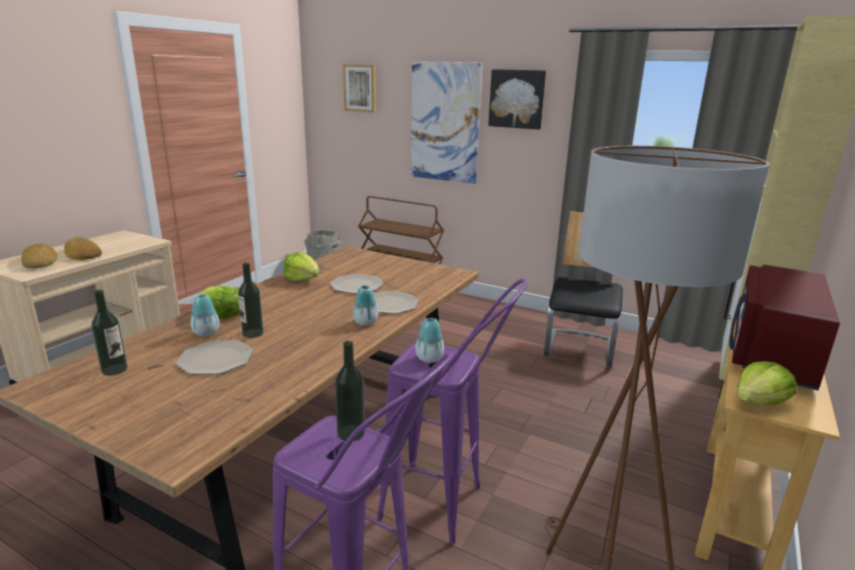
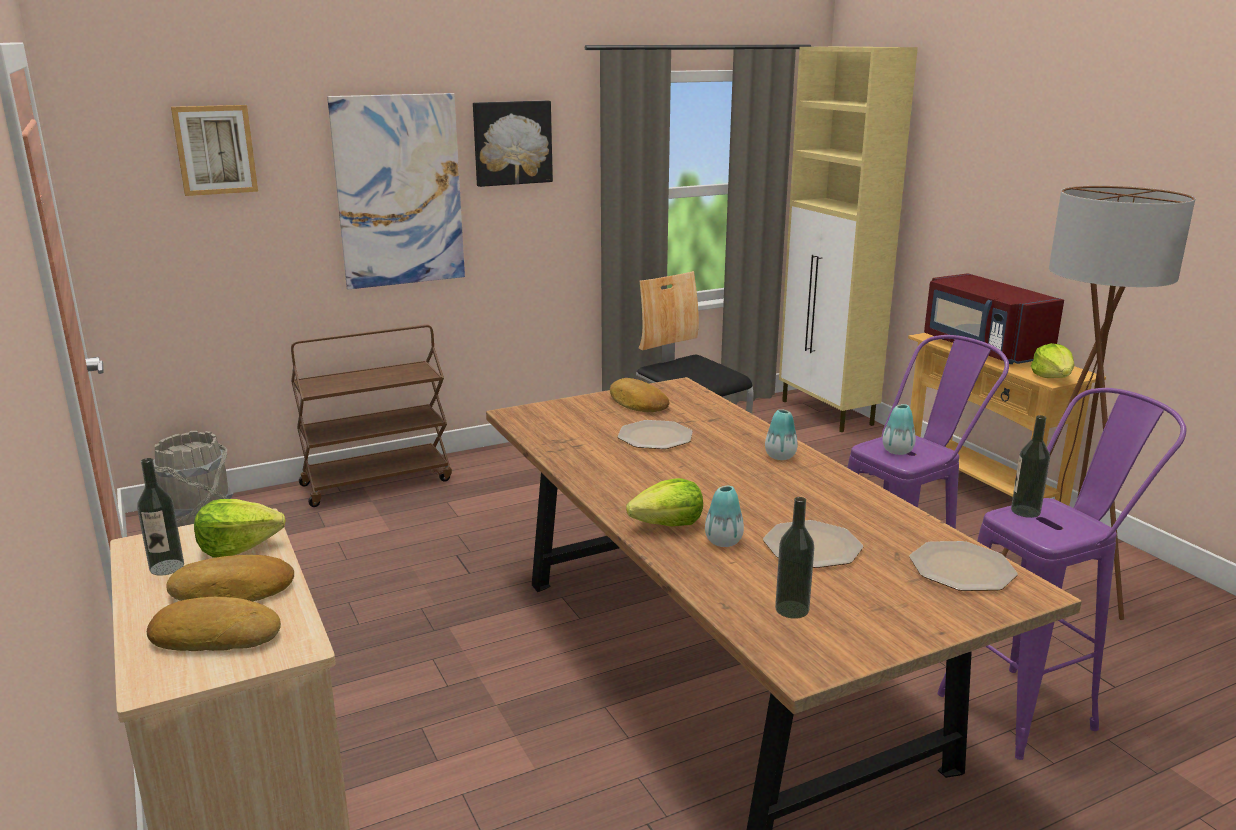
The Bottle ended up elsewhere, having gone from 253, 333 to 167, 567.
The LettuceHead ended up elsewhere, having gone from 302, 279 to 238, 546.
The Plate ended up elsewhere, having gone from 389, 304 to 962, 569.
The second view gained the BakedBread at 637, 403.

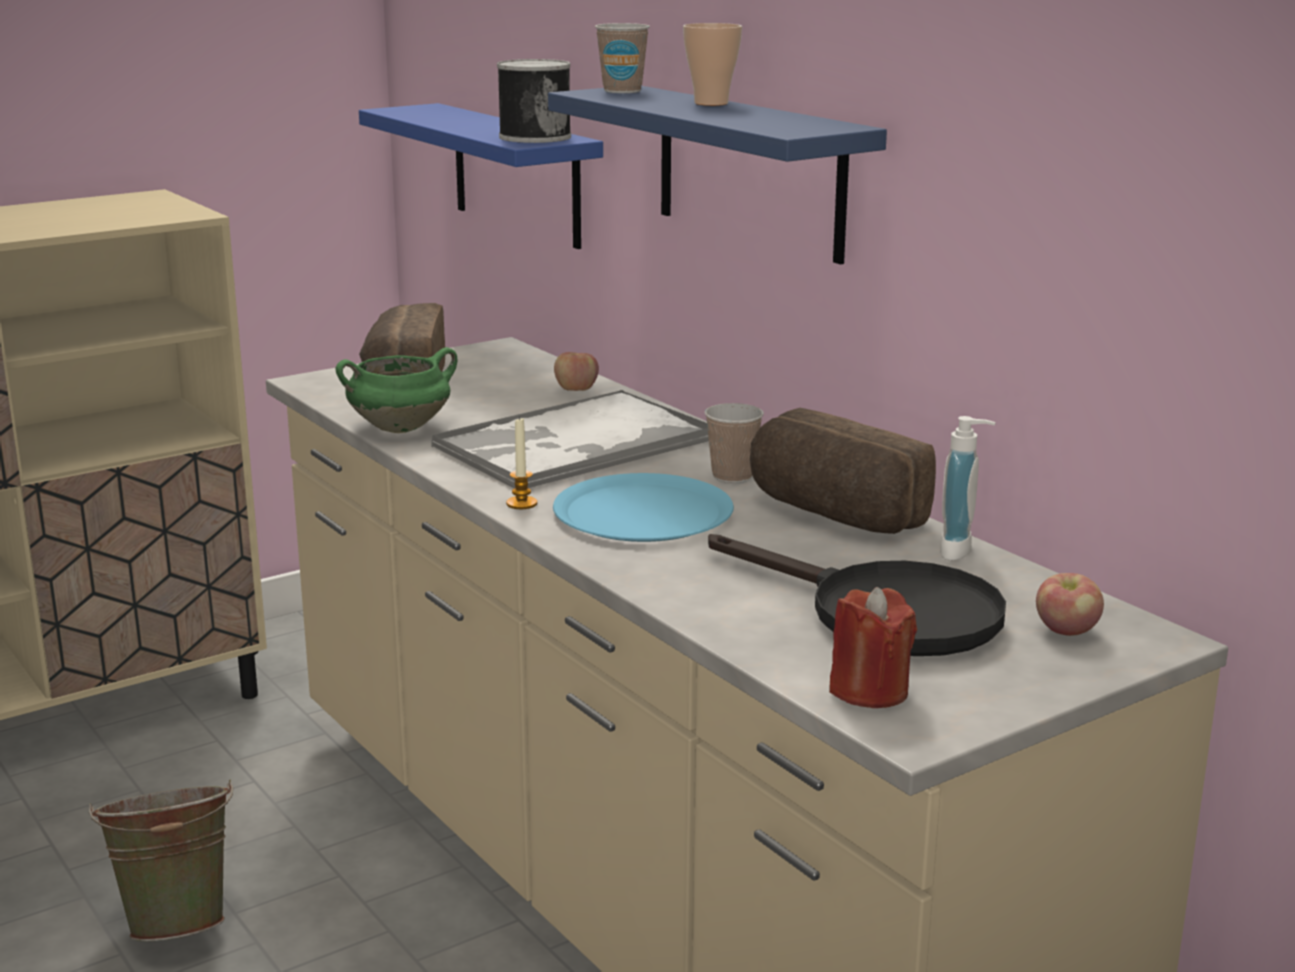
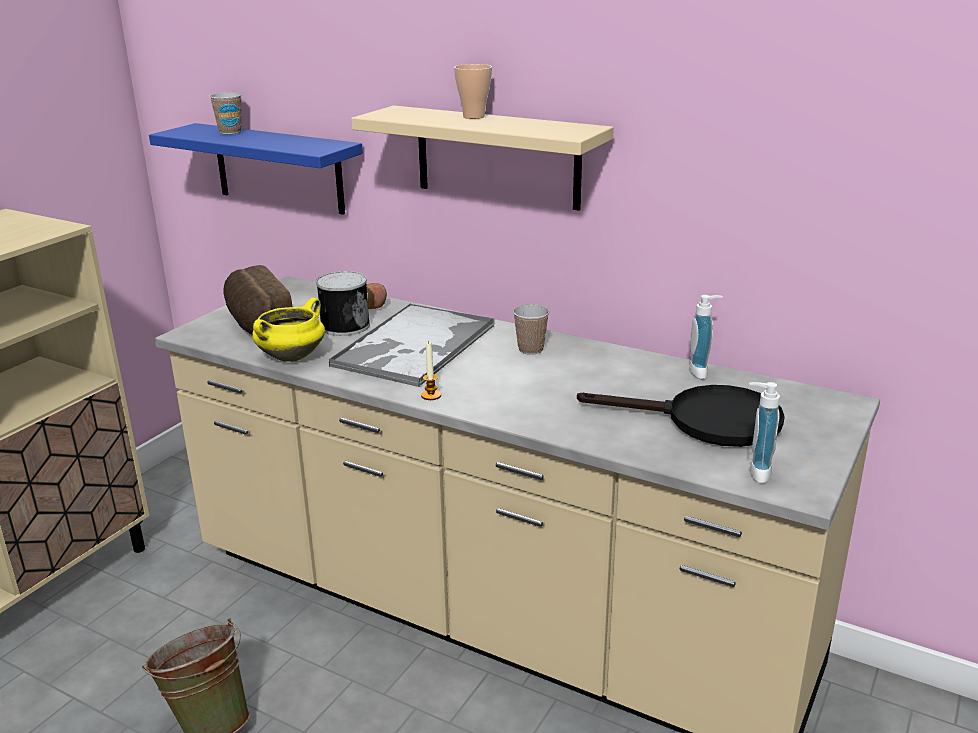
What was the GreenColouredCookingPot at 401, 427 turned into the YellowishCookingPot at 292, 356.
The SealedCan ended up elsewhere, having gone from 534, 137 to 344, 325.
What was the BlueColouredWallShelf at 749, 171 turned into the BeigeWallShelf at 497, 157.
The second view lost the BlueColouredPlate at 643, 512.
The SmallCup ended up elsewhere, having gone from 622, 91 to 230, 132.
The second view lost the BakedBread at 832, 513.
Where the RedColouredWaxLight stood at 869, 690, the SoapBottle came to stand at 755, 472.
The second view lost the AppleFruit at 1066, 631.

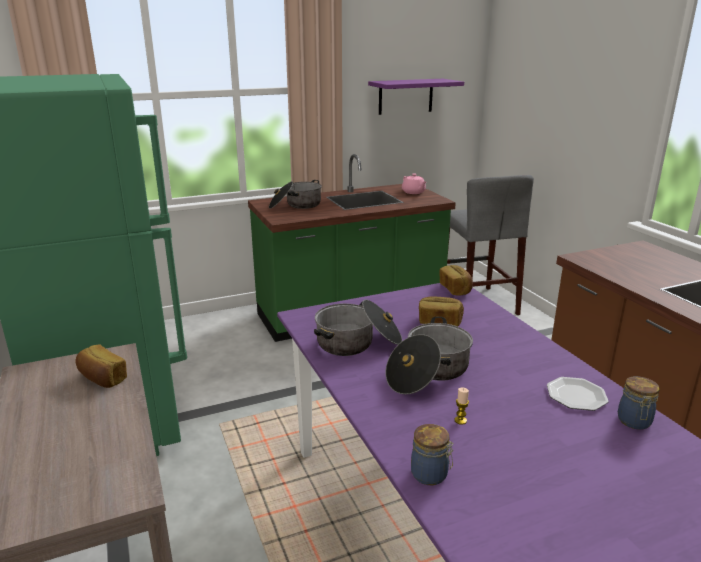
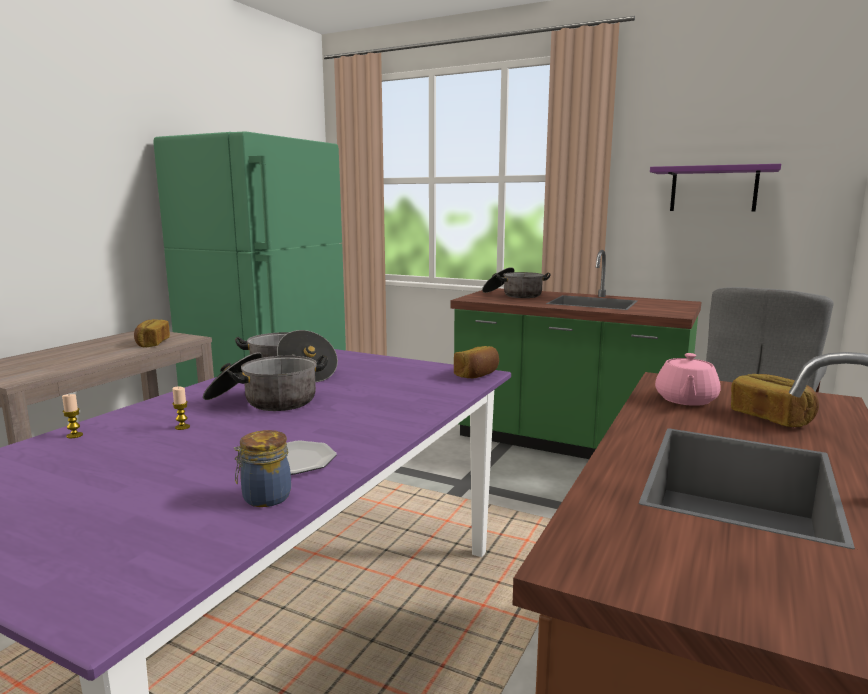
The PinkPotForTea ended up elsewhere, having gone from 413, 192 to 685, 400.
Where the Jar stood at 430, 475, the WaxLight came to stand at 74, 435.
The BakedBread ended up elsewhere, having gone from 439, 321 to 771, 418.

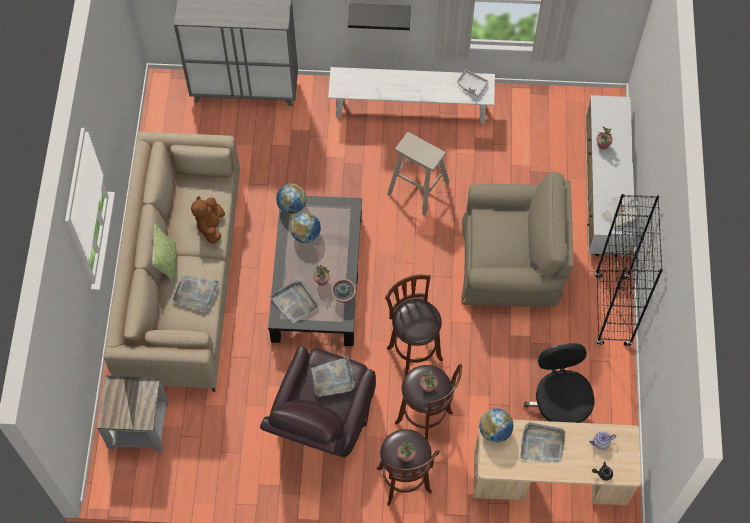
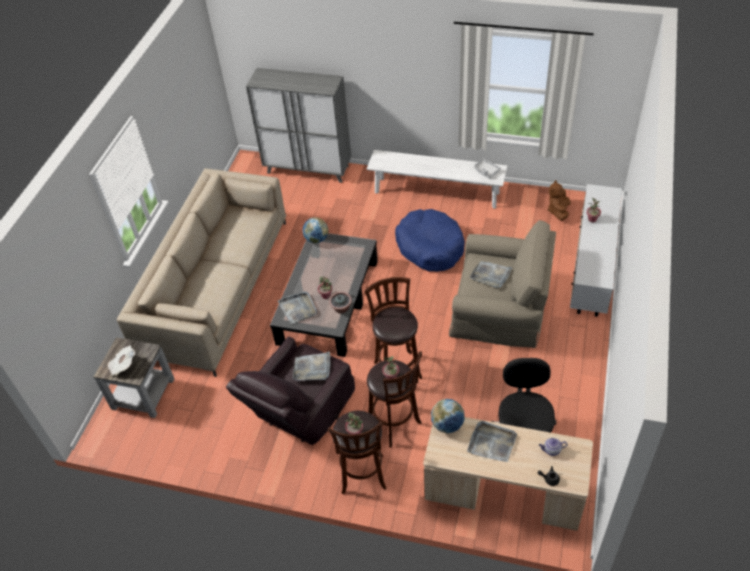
The second view lost the ThrowPillow at 167, 262.
The GrayTray ended up elsewhere, having gone from 196, 293 to 491, 275.
The BrownishCuddlyToy ended up elsewhere, having gone from 211, 226 to 558, 211.
The second view lost the Globe at 306, 234.
The second view lost the BlackWallShelf at 380, 11.
Where the BeigeStool stood at 418, 188, the BlueColouredPetBed came to stand at 430, 247.
The second view lost the BlackBookcase at 612, 310.
The Newspaper ended up elsewhere, having gone from 618, 215 to 123, 365.

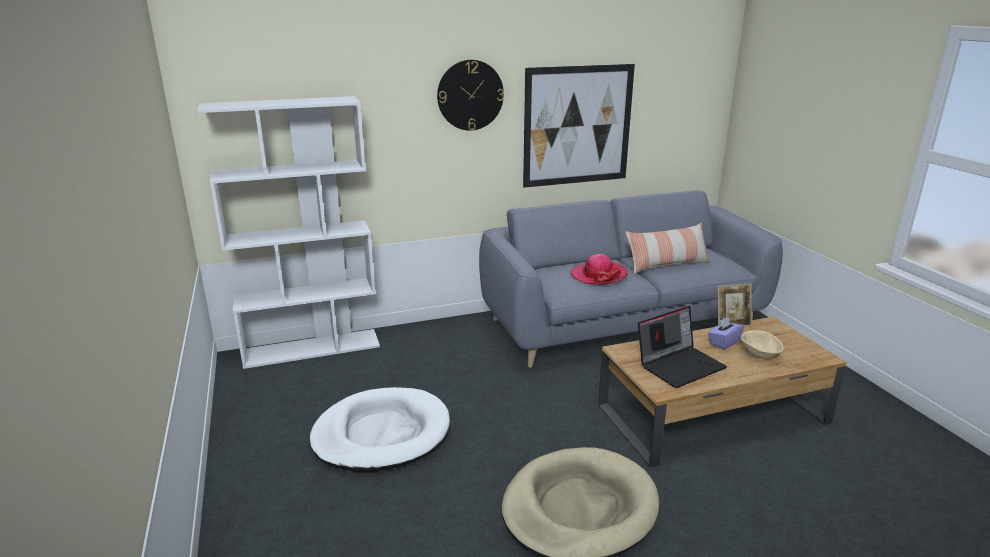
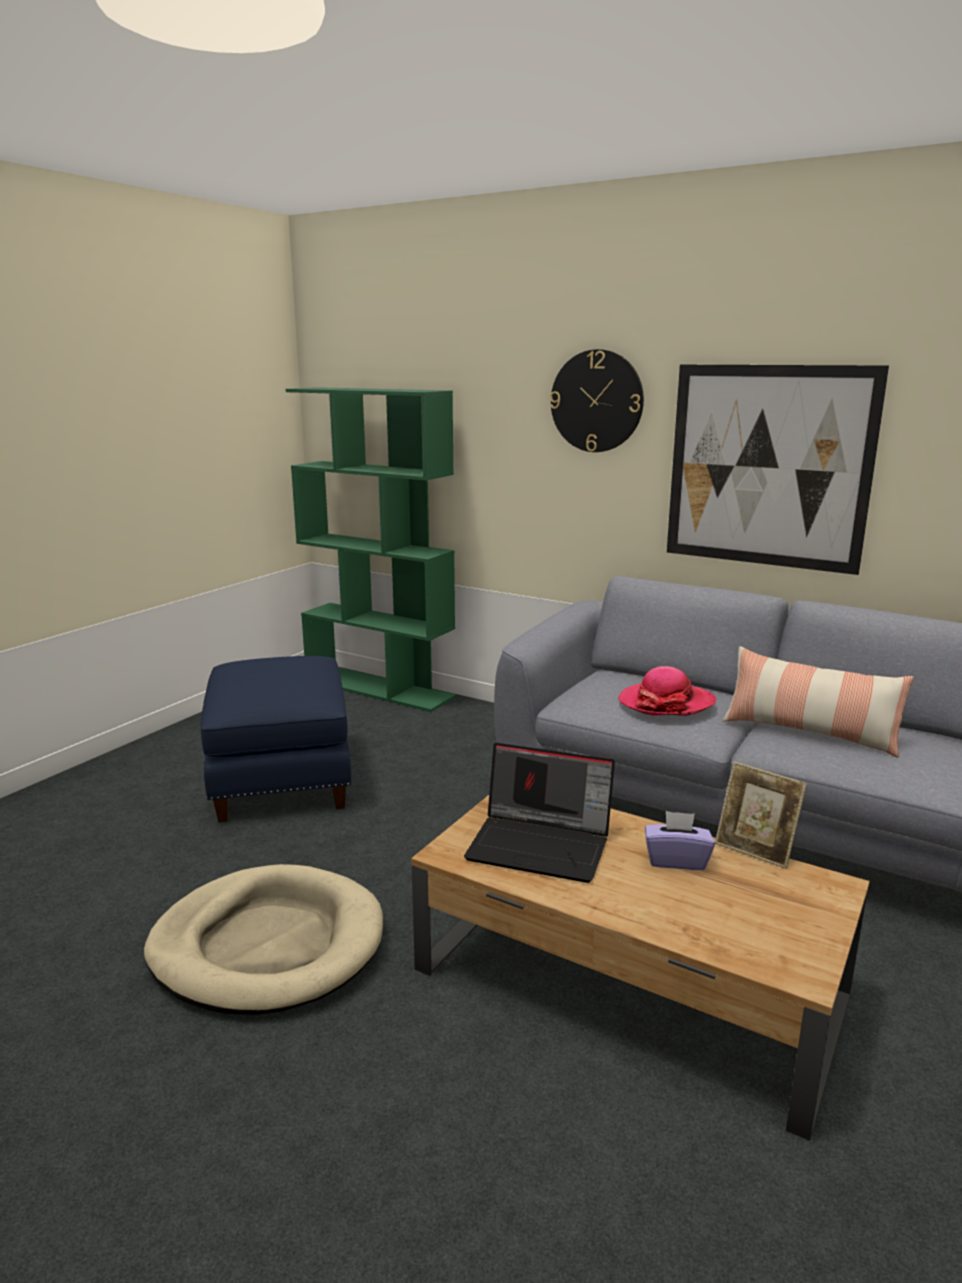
What was the WhiteColouredBookcase at 312, 348 turned into the GreenColouredBookcase at 380, 688.
Where the WhiteColouredPetBed stood at 381, 434, the BlueColouredFootrest came to stand at 280, 778.
The second view lost the BeigeBowl at 760, 355.

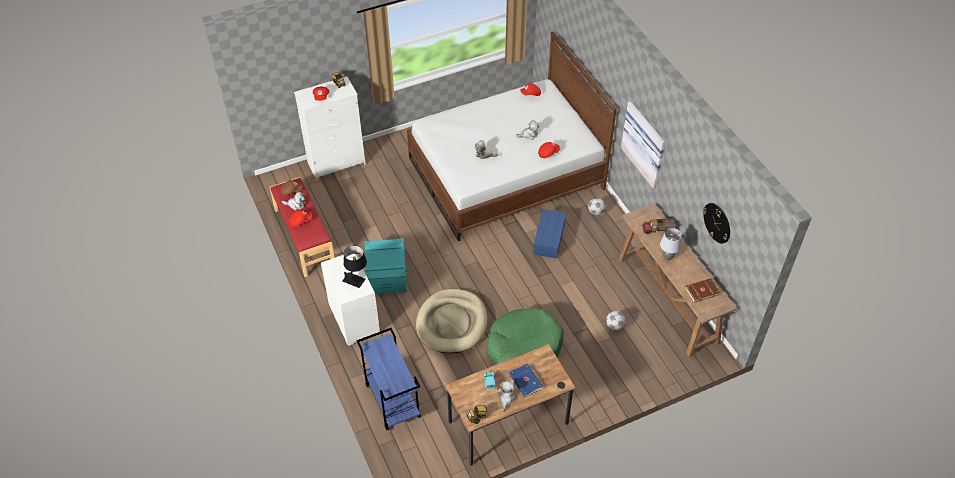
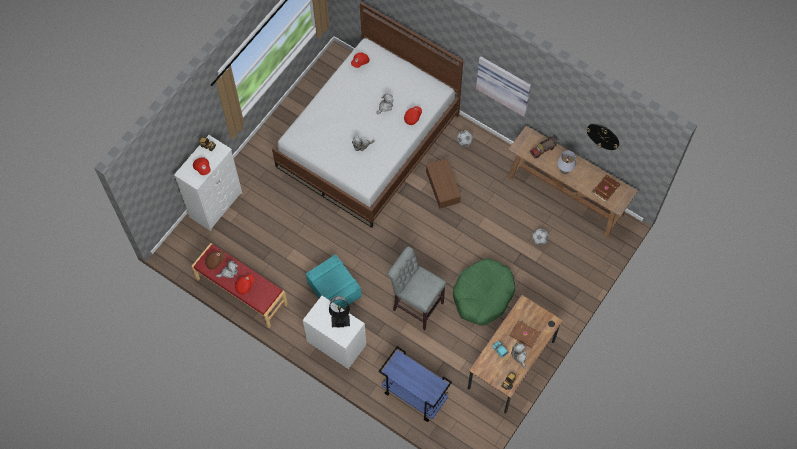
Where the BeigePetBed stood at 452, 323, the GrayStool came to stand at 415, 305.
What was the BlueColouredBook at 525, 381 turned into the BrownishBook at 524, 335.
What was the BlueColouredStorageContainer at 548, 238 turned into the BrownishStorageContainer at 442, 186.

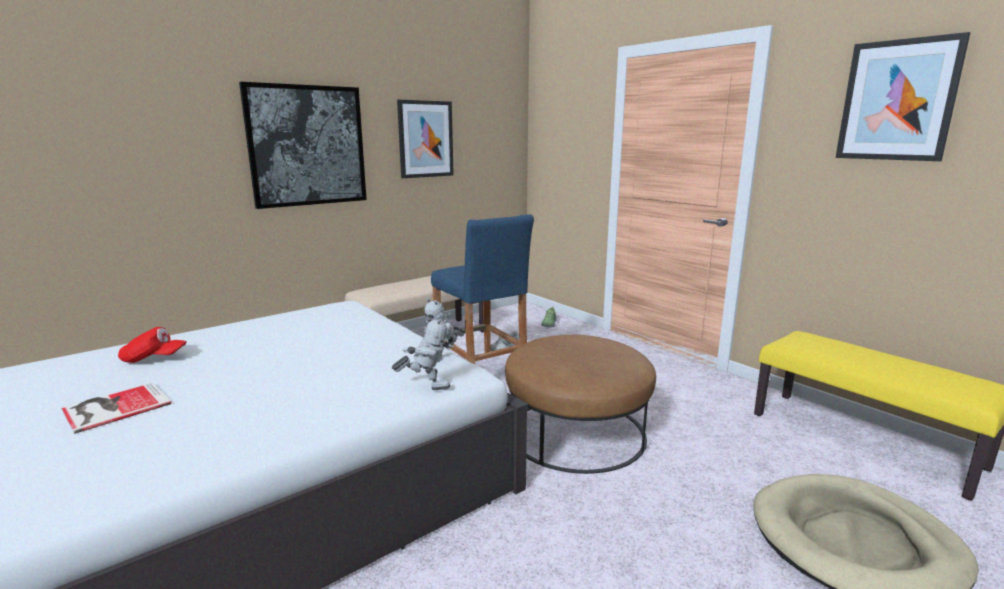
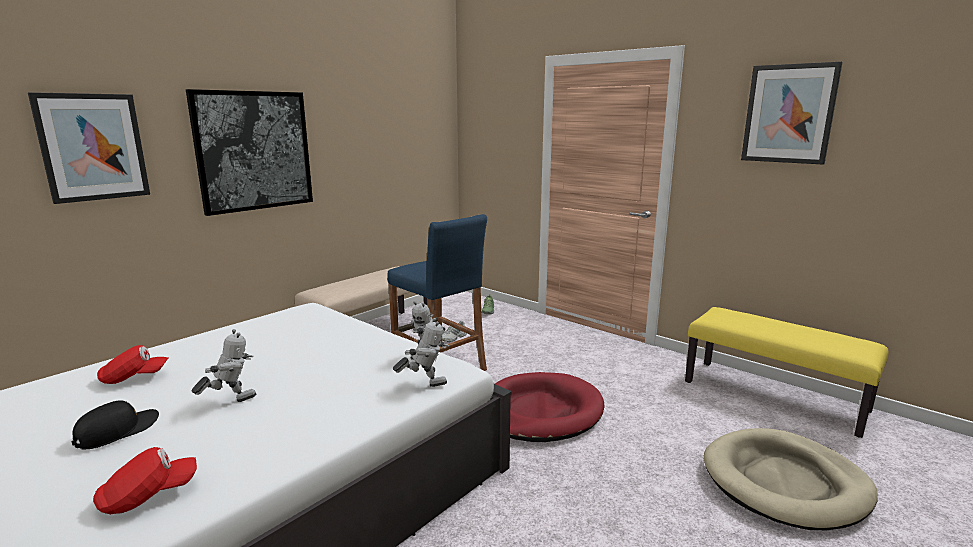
Where the Book stood at 113, 407, the BlackCap came to stand at 118, 431.
The Picture ended up elsewhere, having gone from 425, 139 to 93, 147.
Where the BrownishFootrest stood at 576, 432, the RedColouredPetBed came to stand at 539, 412.
The second view gained the RedColouredCap at 148, 496.
The second view gained the RobotFigure at 230, 401.

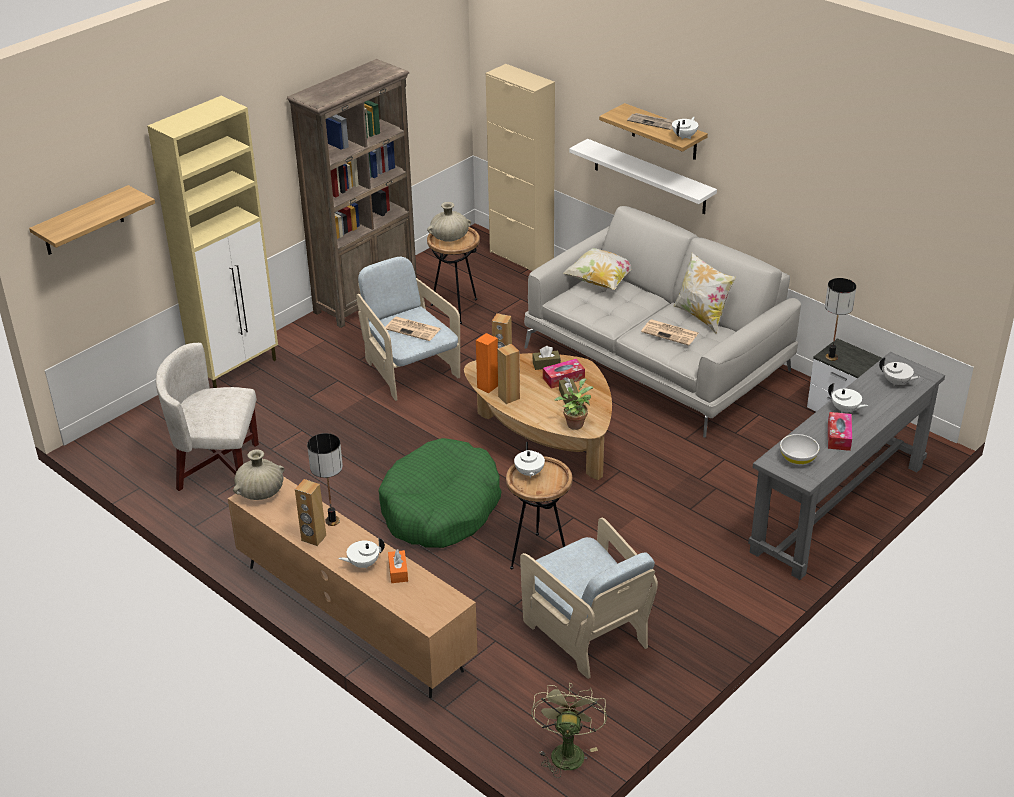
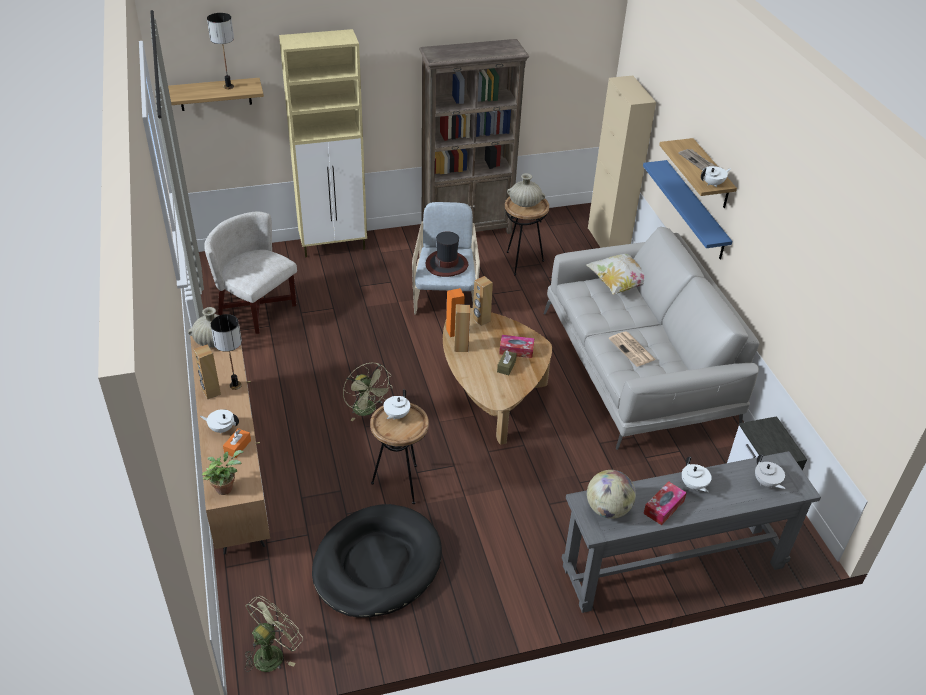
Where the GreenColouredPetBed stood at 440, 508, the GreenColouredElectricFan came to stand at 367, 411.
Where the Newspaper stood at 413, 329, the ClothingHat came to stand at 447, 264.
Where the BeigeLoungeChair stood at 587, 632, the BlackPetBed came to stand at 377, 564.
The second view lost the BrownishBoxOfTissues at 546, 364.
The PlantInAPot ended up elsewhere, having gone from 575, 423 to 225, 487.
What was the WhiteColouredWallShelf at 649, 177 turned into the BlueColouredWallShelf at 695, 210.
The second view lost the ThrowPillow at 701, 316.
Where the WhiteColouredBowl stood at 798, 458, the Globe came to stand at 608, 509.
The LampForATable ended up elsewhere, having gone from 831, 357 to 229, 87.

